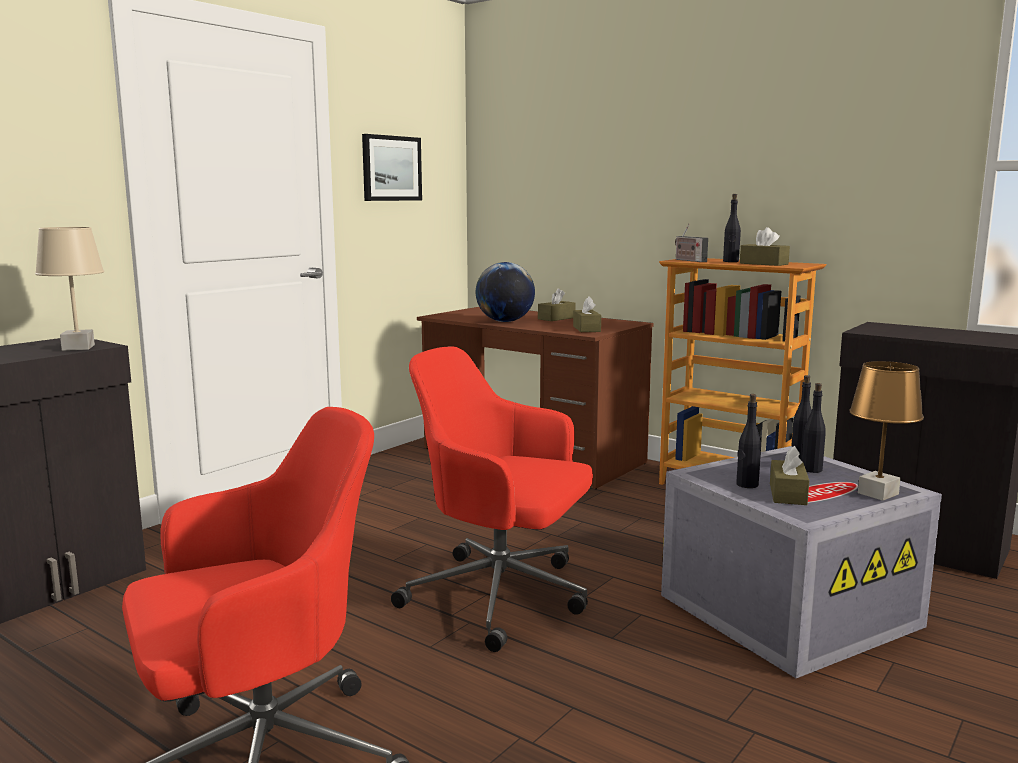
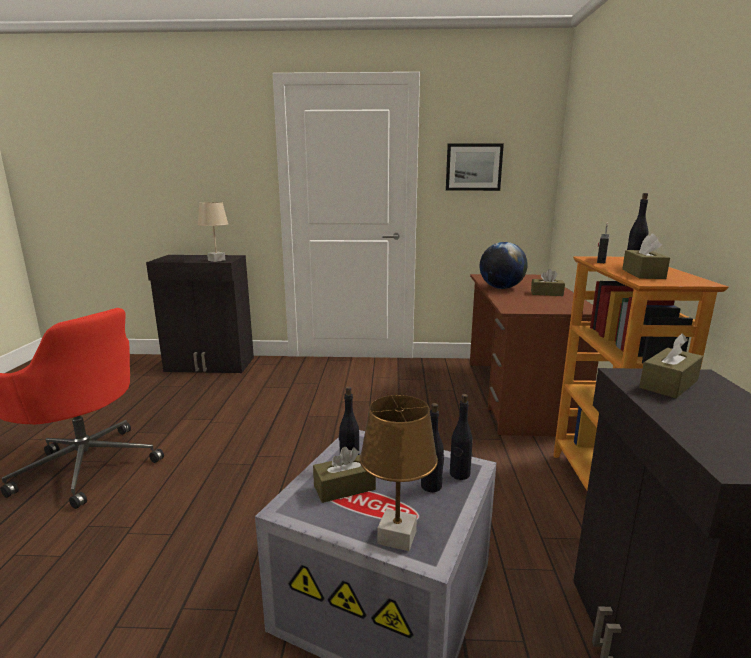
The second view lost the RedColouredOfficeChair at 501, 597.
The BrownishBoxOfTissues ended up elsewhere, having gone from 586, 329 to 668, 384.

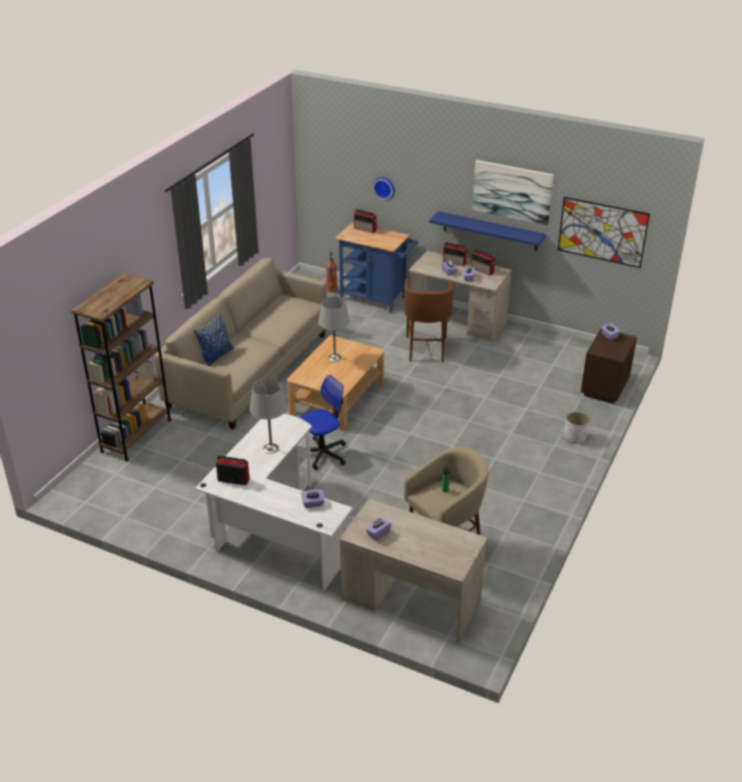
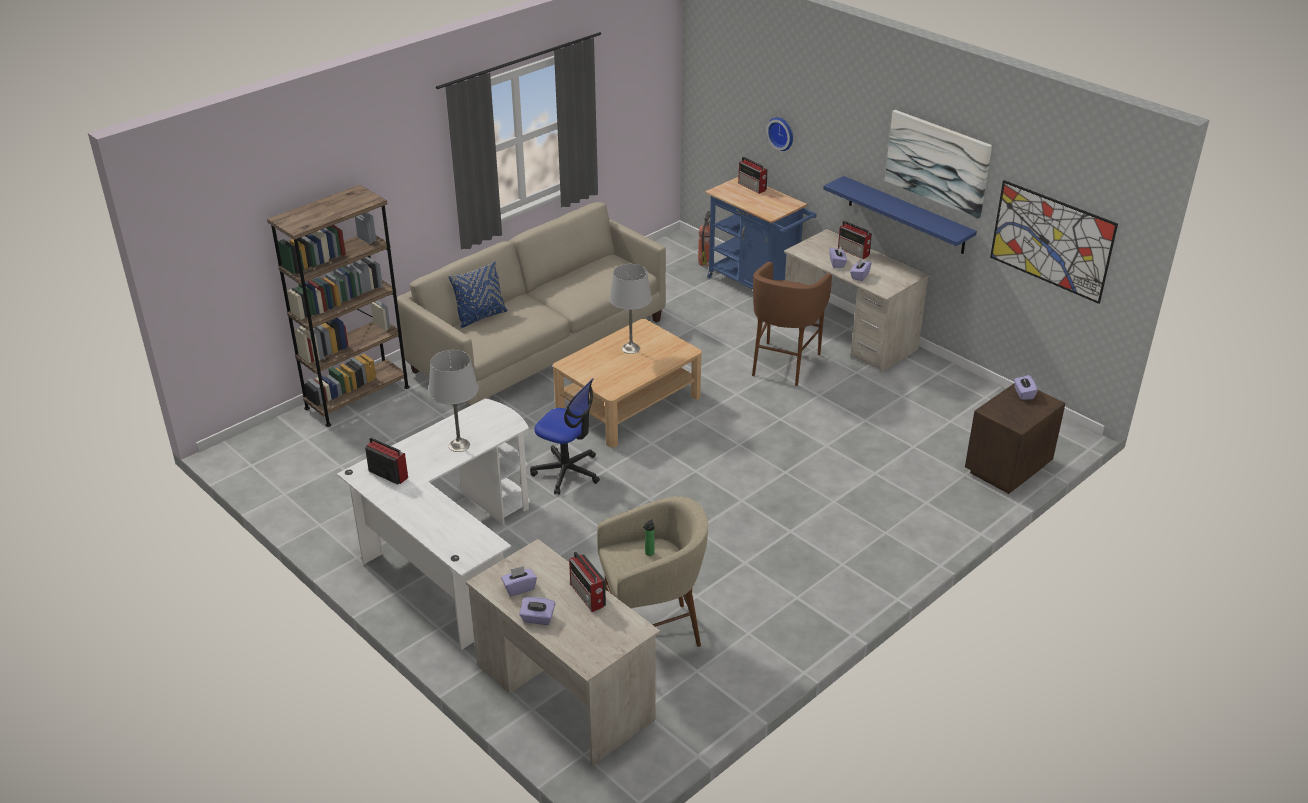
The OfficeChair at 323, 454 ended up facing another way, 45 degrees clockwise from before.
The PurpleColouredBoxOfTissues ended up elsewhere, having gone from 313, 504 to 537, 618.
The Radio ended up elsewhere, having gone from 483, 271 to 588, 596.
The second view lost the WhiteColouredPlanter at 575, 437.

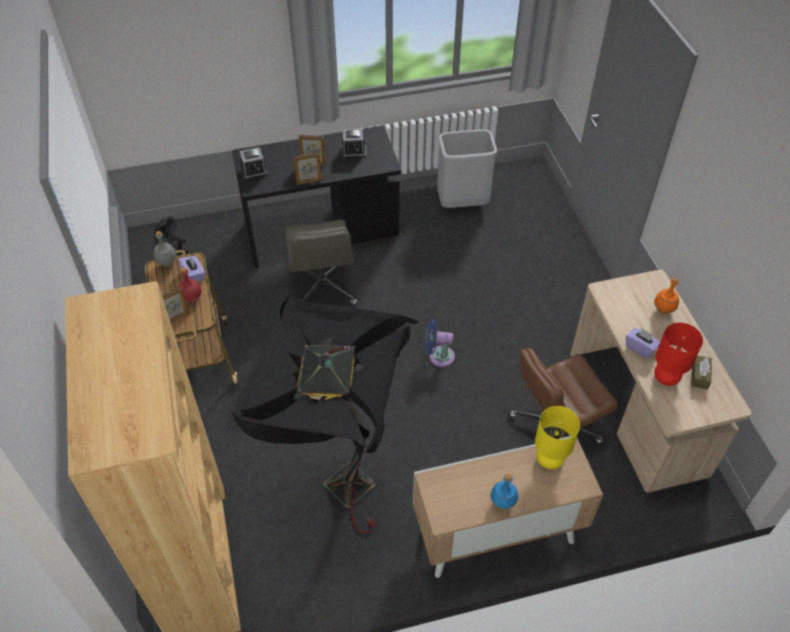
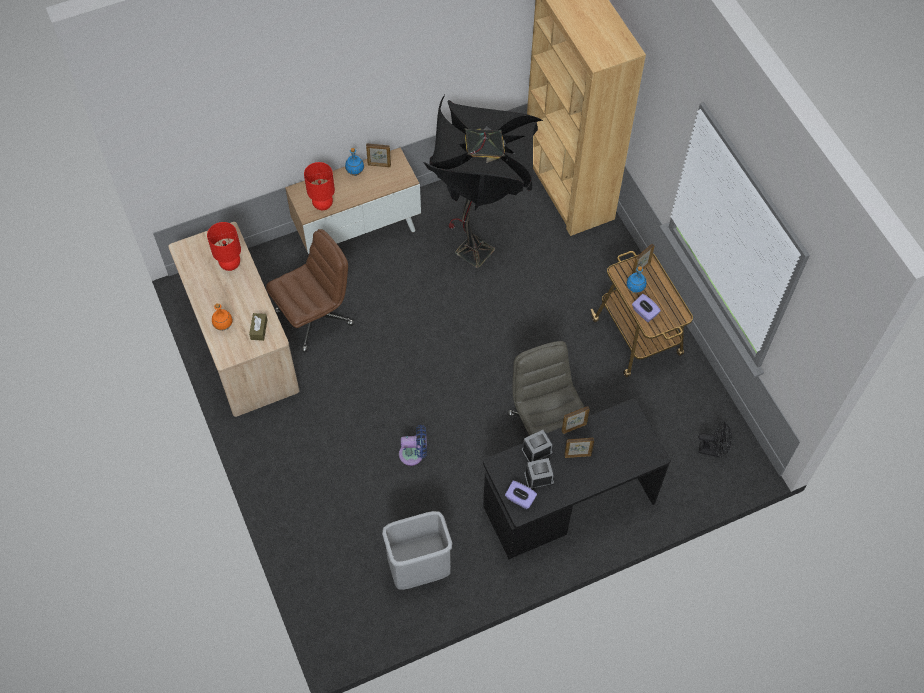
The second view lost the GrayBottle at 167, 263.
What was the RedColouredBottle at 192, 300 turned into the BlueColouredBottle at 634, 289.
The AlarmClock ended up elsewhere, having gone from 254, 171 to 536, 451.
The BlueColouredElectricFan ended up elsewhere, having gone from 438, 356 to 414, 454.
What was the YellowishLampForATable at 549, 460 turned into the RedColouredLampForATable at 322, 204.
The PurpleColouredBoxOfTissues ended up elsewhere, having gone from 640, 348 to 520, 499.
The BrownishBoxOfTissues ended up elsewhere, having gone from 699, 376 to 259, 329.
The second view gained the PhotoFrame at 379, 165.

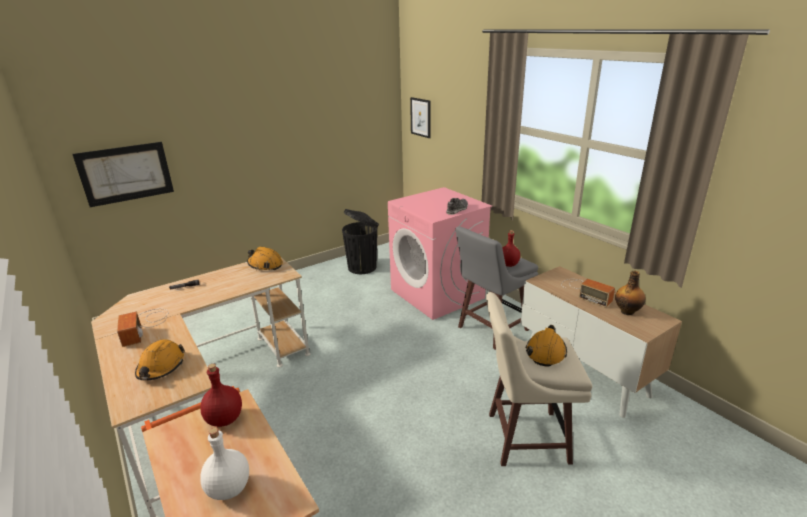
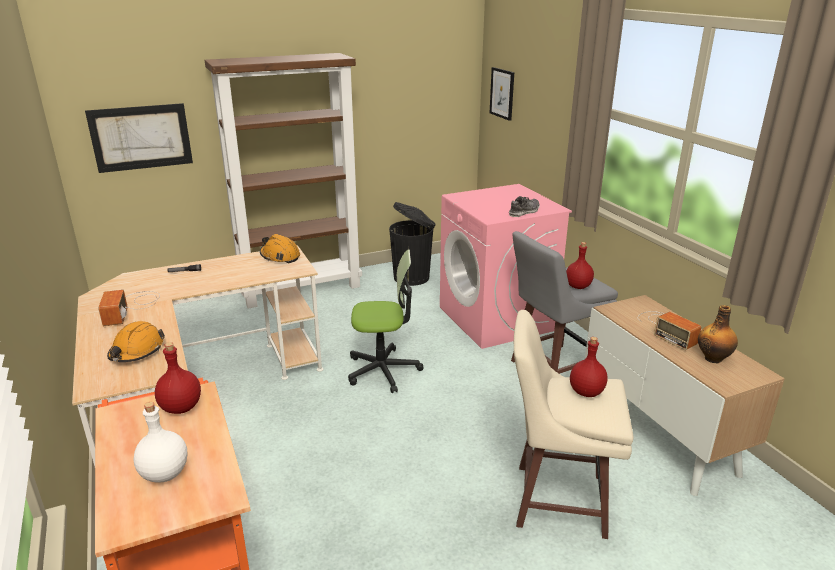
Where the OrangeHardHat stood at 545, 352, the RedColouredBottle came to stand at 586, 392.
The second view gained the BrownishBookcase at 301, 289.
The second view gained the OfficeChair at 383, 370.

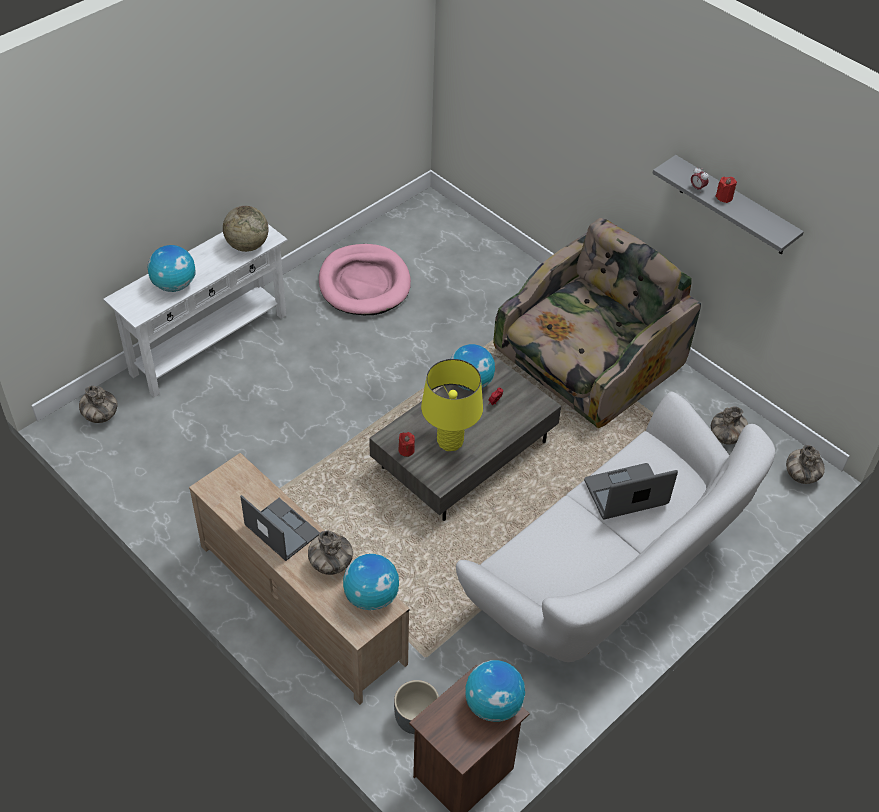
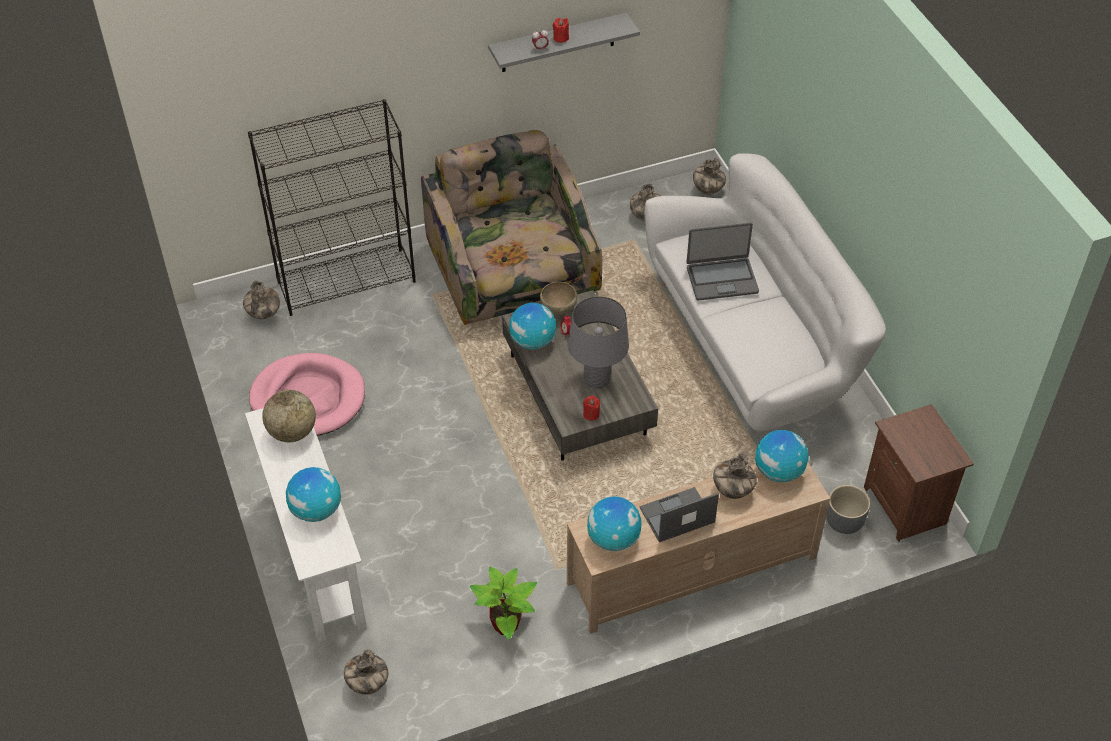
What was the YellowishLampForATable at 450, 442 turned into the GrayLampForATable at 597, 380.
The Globe ended up elsewhere, having gone from 493, 705 to 613, 539.
The Laptop at 626, 494 ended up facing another way, 105 degrees counterclockwise from before.
The second view gained the FlowerVase at 264, 313.
The second view gained the BlackBookcase at 347, 281.
The second view gained the PlantInAPot at 506, 625.
The second view gained the BrownishBowl at 558, 309.

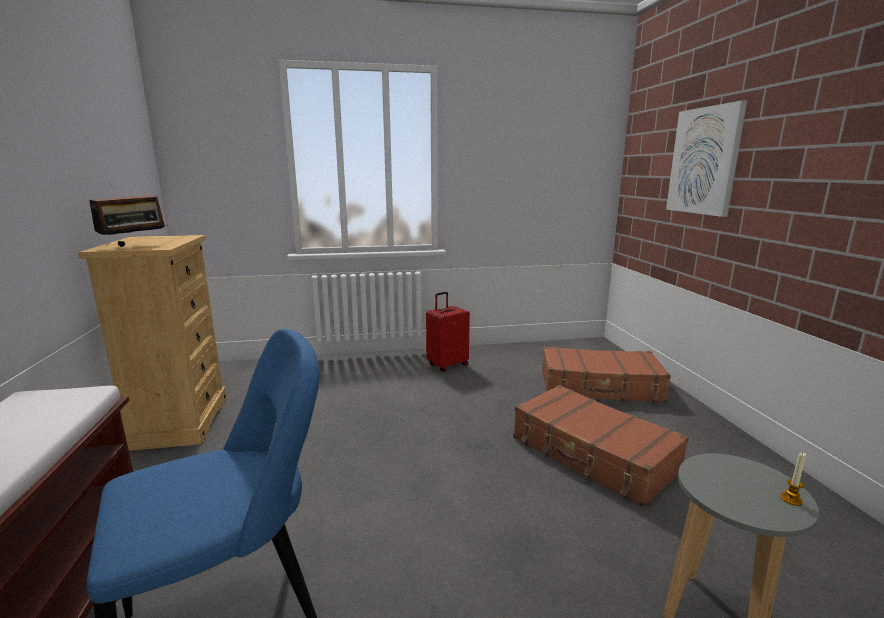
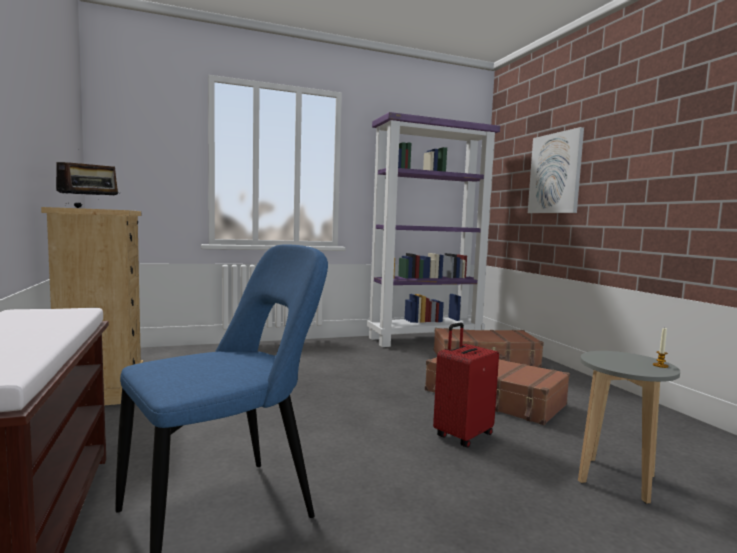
The RedColouredTravelCase ended up elsewhere, having gone from 447, 365 to 462, 435.
The second view gained the PurpleColouredBookcase at 425, 339.

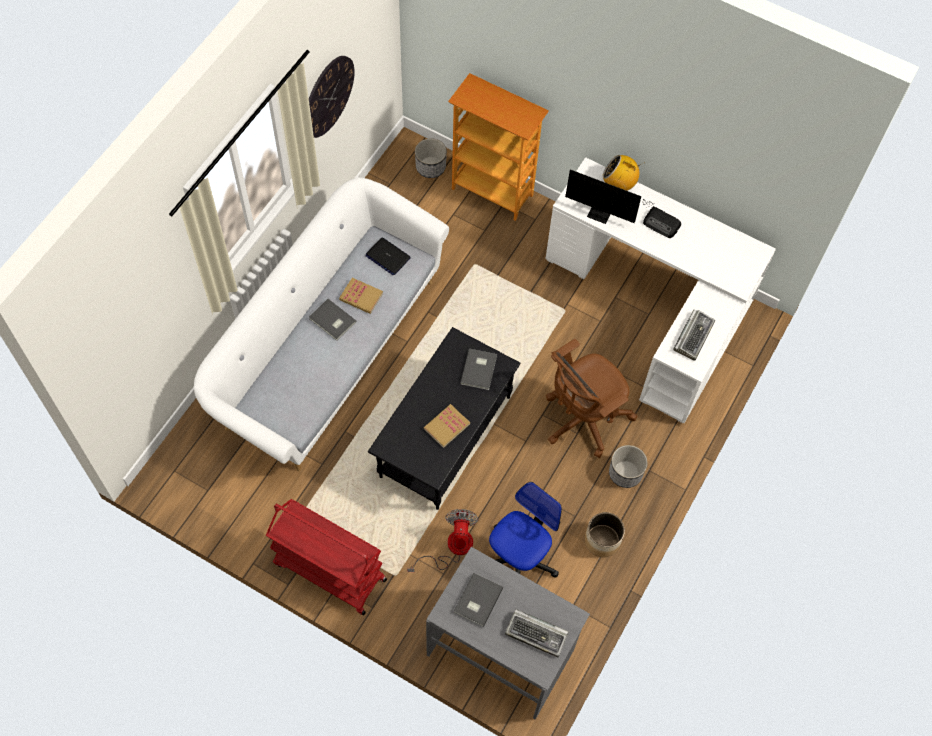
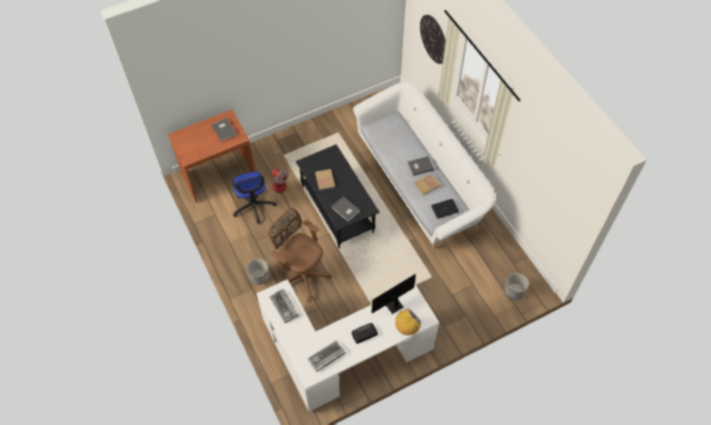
The second view lost the RedColouredWheeledCart at 329, 571.
The ClockOnTheWall ended up elsewhere, having gone from 328, 96 to 434, 39.
What was the GrayDeskUnit at 501, 651 turned into the BrownishDeskUnit at 219, 176.
The second view lost the Bookcase at 493, 191.
The ComputerKeyboard ended up elsewhere, having gone from 537, 634 to 326, 357.
The BrownishOfficeChair at 582, 420 ended up facing another way, 45 degrees counterclockwise from before.
The second view lost the Planter at 603, 540.

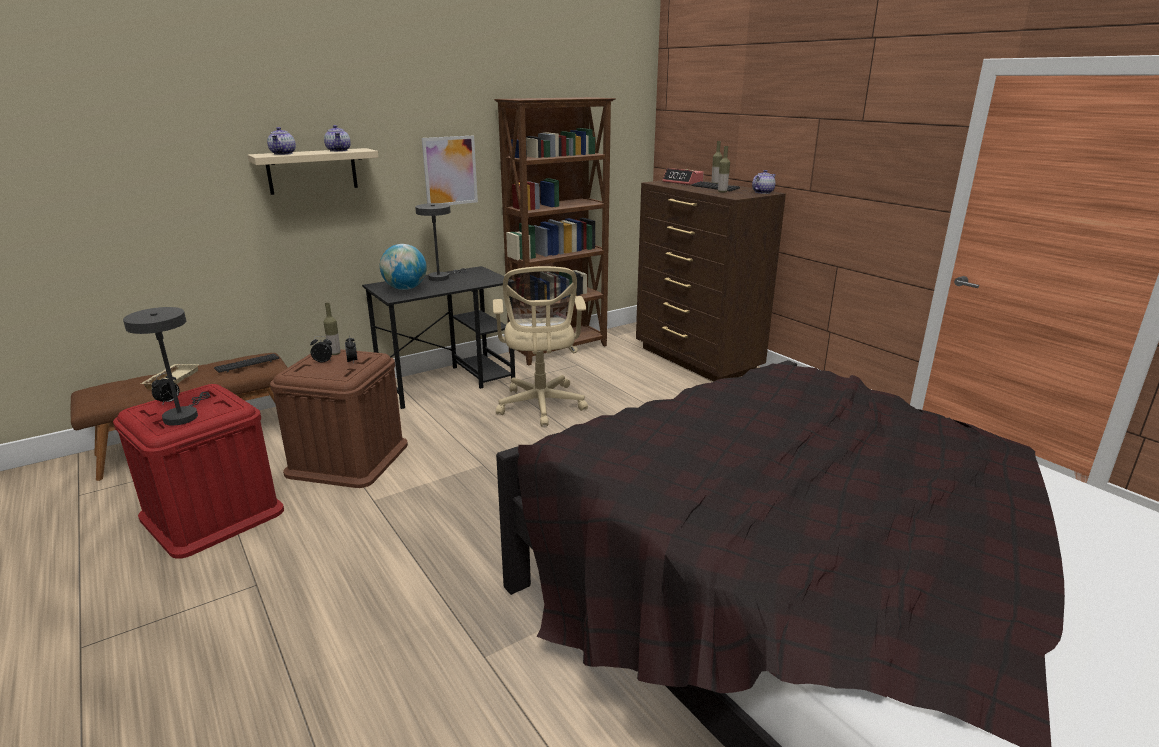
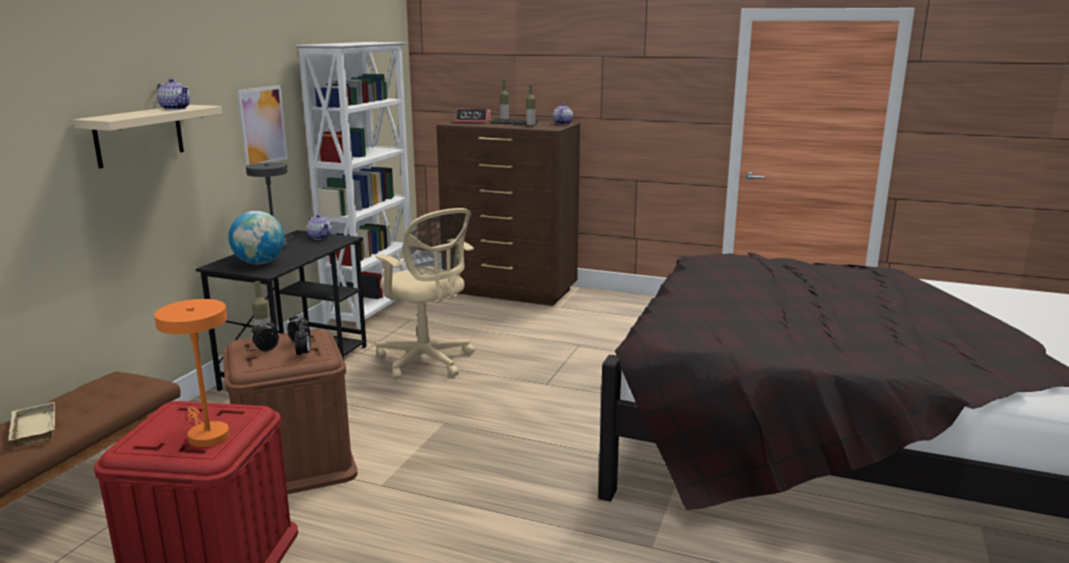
What was the GrayLampForATable at 183, 415 turned into the OrangeLampForATable at 206, 434.
The AlarmClock ended up elsewhere, having gone from 169, 402 to 304, 354.
The second view lost the ComputerKeyboard at 247, 364.
The PotForTea ended up elsewhere, having gone from 283, 153 to 320, 237.
What was the BrownishBookcase at 559, 349 turned into the WhiteColouredBookcase at 372, 311.

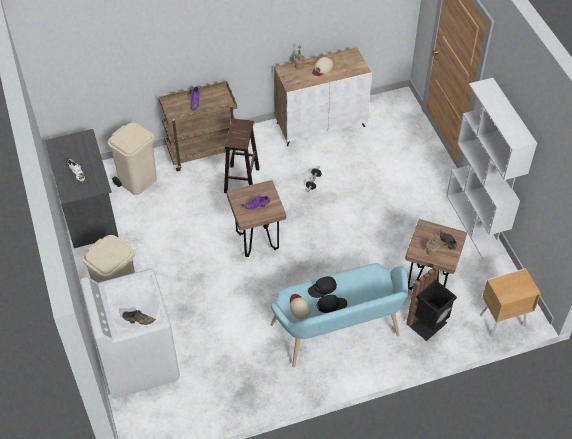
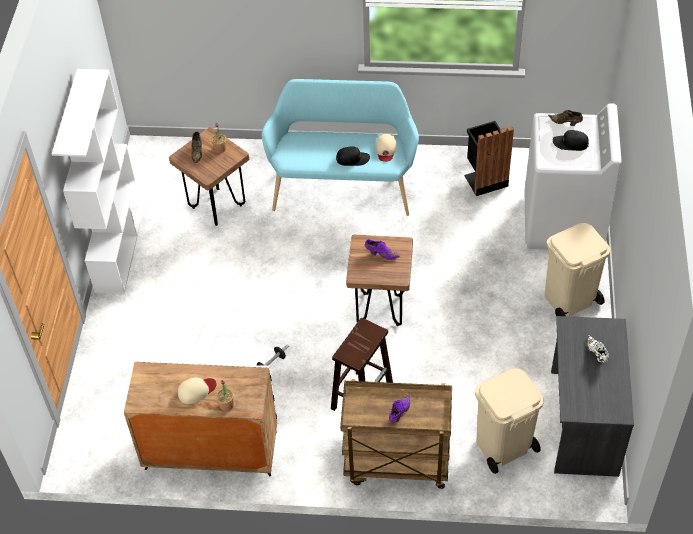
The BlackCap ended up elsewhere, having gone from 331, 305 to 570, 143.
The BlackTrashCan ended up elsewhere, having gone from 428, 324 to 484, 179.
The second view lost the BrownishNightstand at 501, 321.

